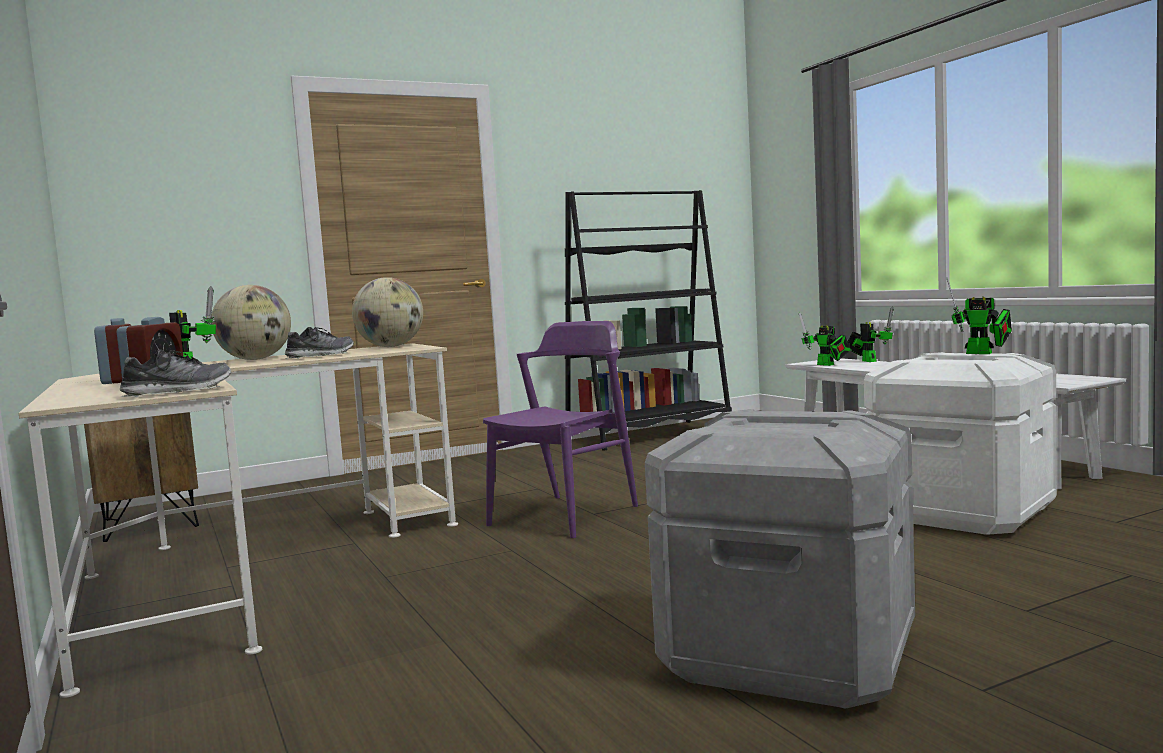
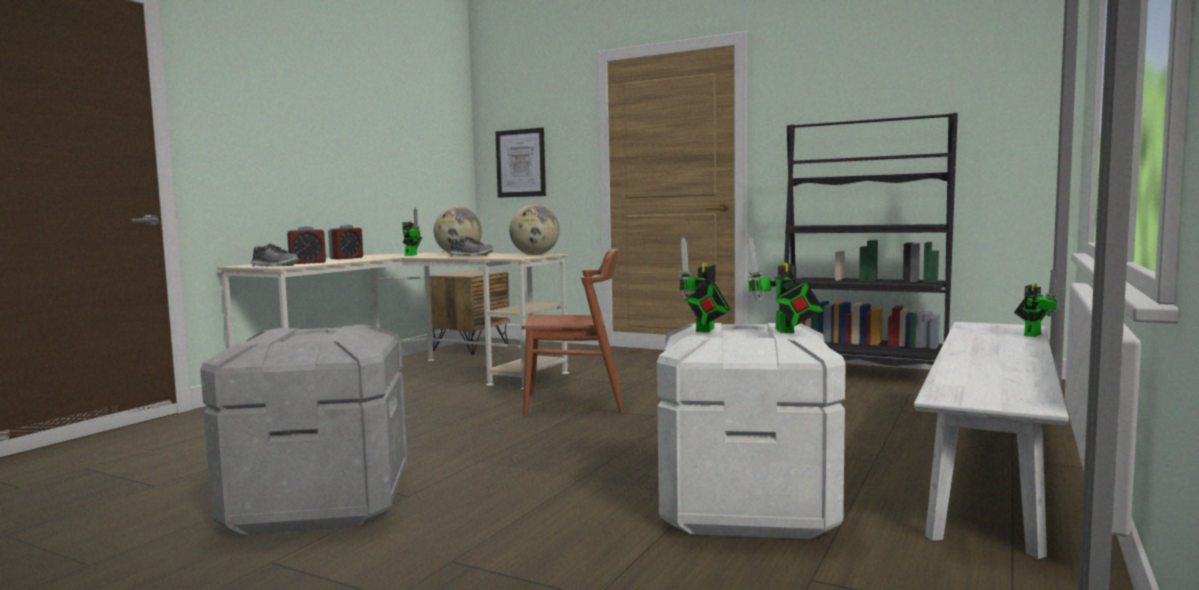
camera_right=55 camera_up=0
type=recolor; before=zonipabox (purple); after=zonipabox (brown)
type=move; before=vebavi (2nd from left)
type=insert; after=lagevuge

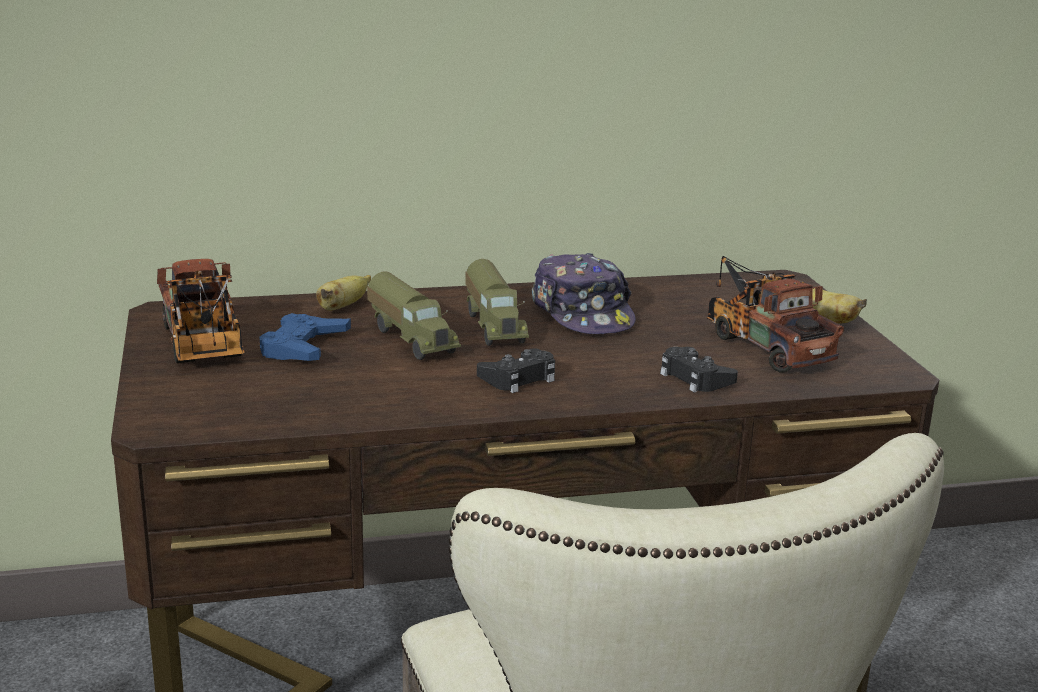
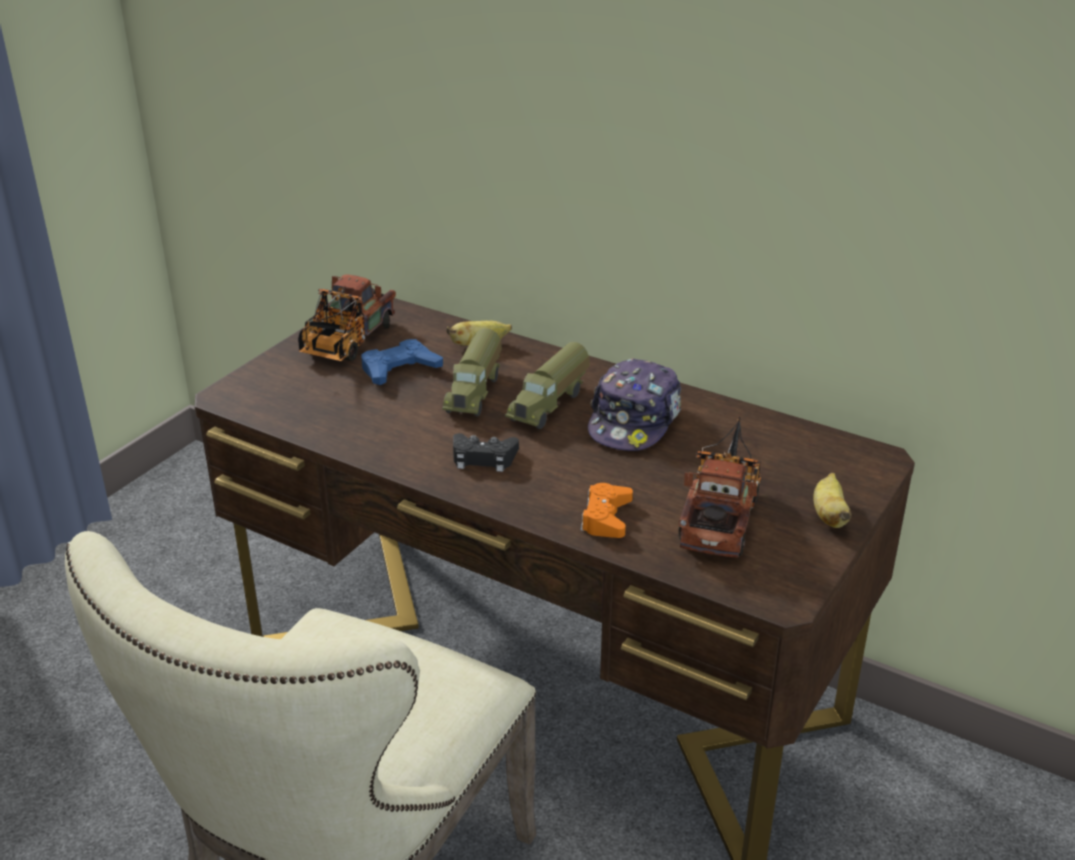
camera_right=45 camera_up=10
type=recolor; before=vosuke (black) (2nd from left); after=vosuke (orange)

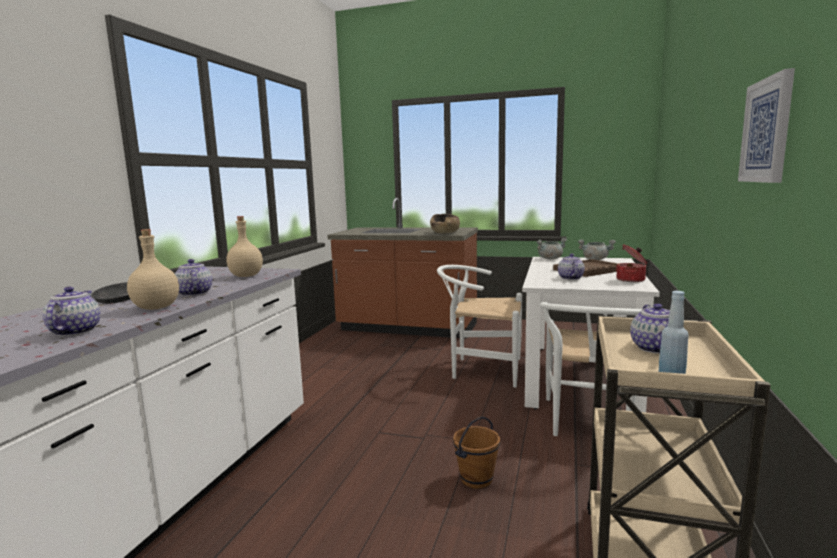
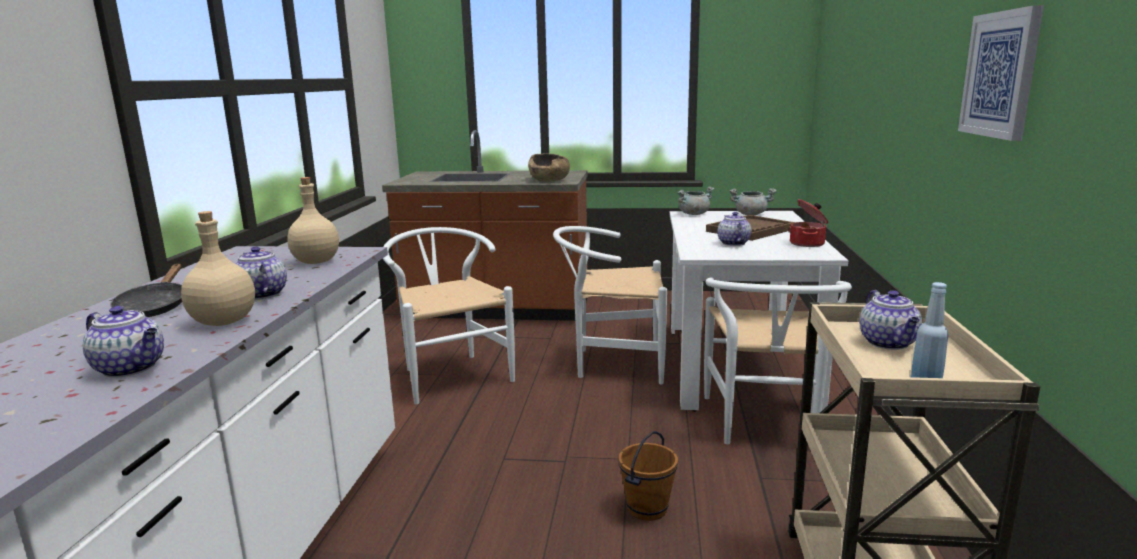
camera_right=-10 camera_up=5
type=rotate; before=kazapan (1st from left); turn=135
type=insert; after=zonipabox (white) (1st from left)

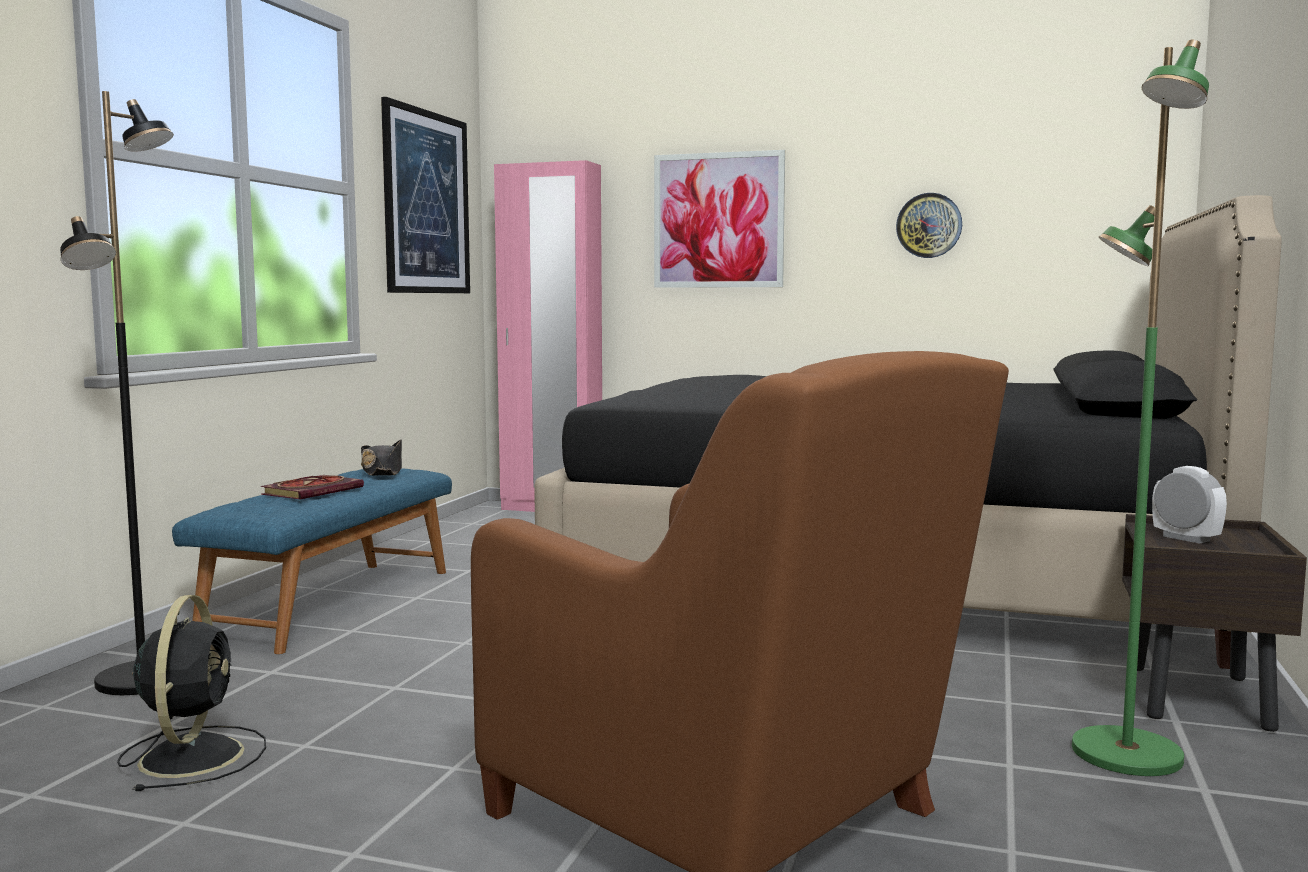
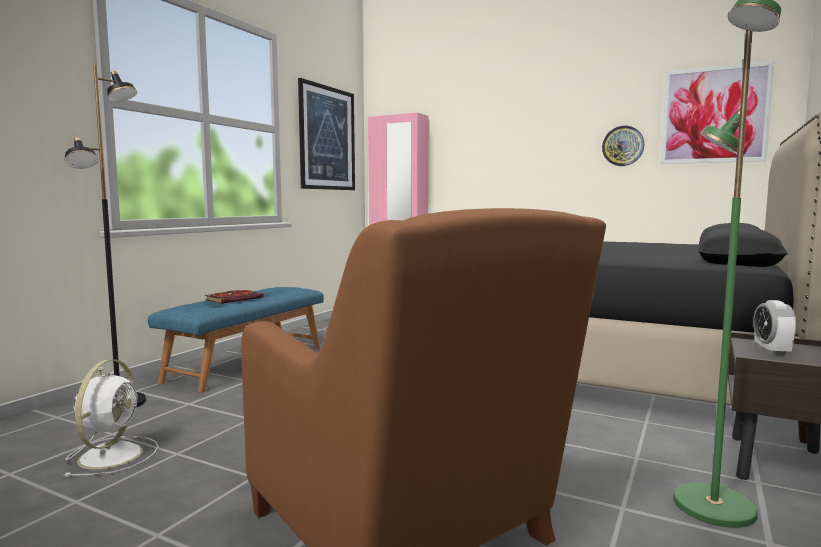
camera_right=10 camera_up=0
type=recolor; before=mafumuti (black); after=mafumuti (white)
type=delete; before=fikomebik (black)
type=move; before=lagevuge (2nd from left)
type=rotate; before=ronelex; turn=-150

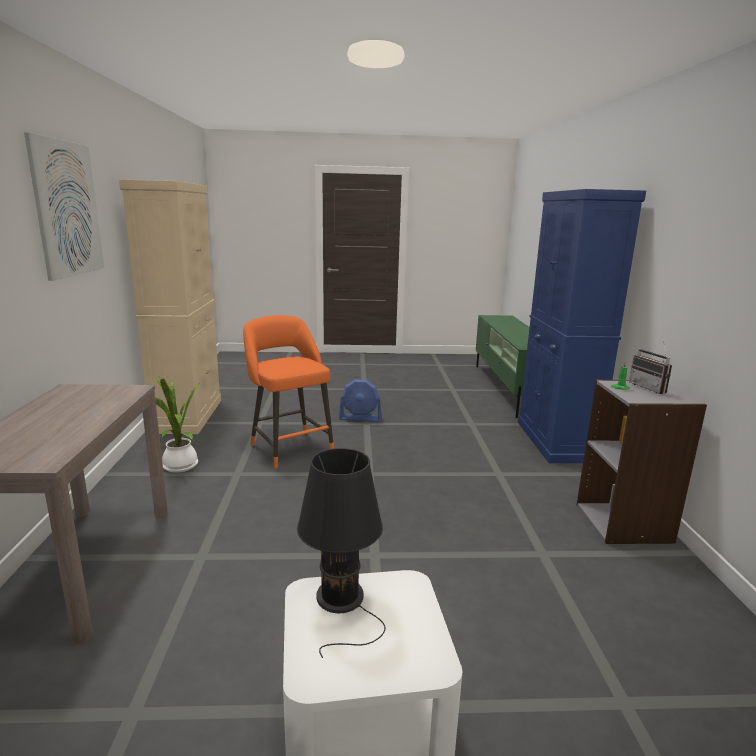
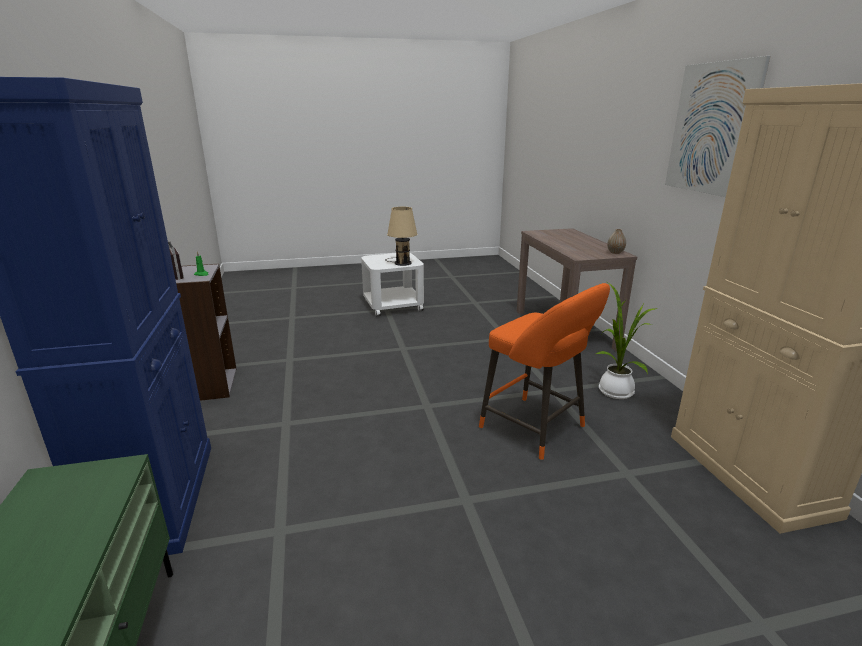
camera_right=170 camera_up=5
type=recolor; before=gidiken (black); after=gidiken (beige)
type=delete; before=mafumuti (blue)
type=insert; after=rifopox

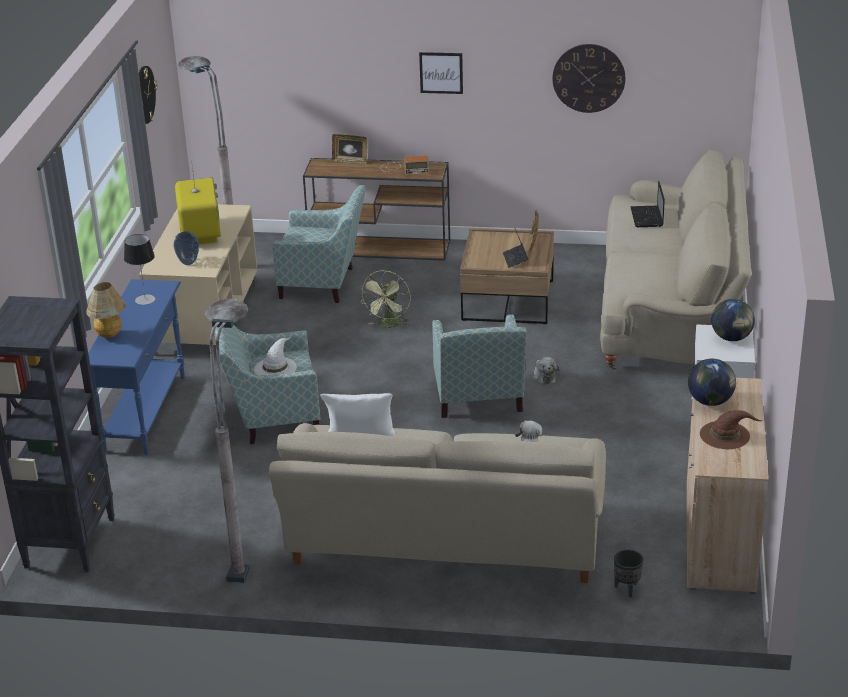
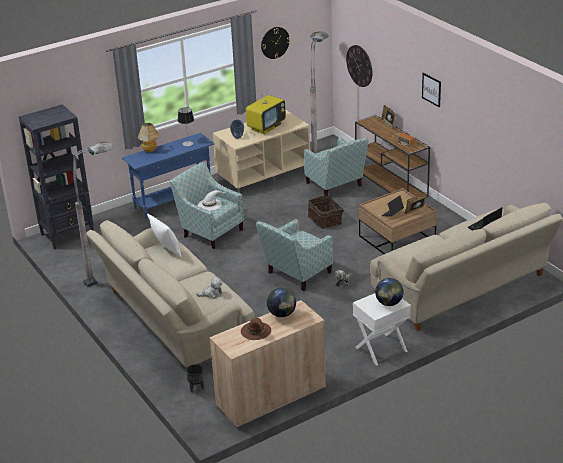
camera_right=50 camera_up=0
type=replace; before=mafumuti (green); after=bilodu
type=move; before=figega (2nd from left)

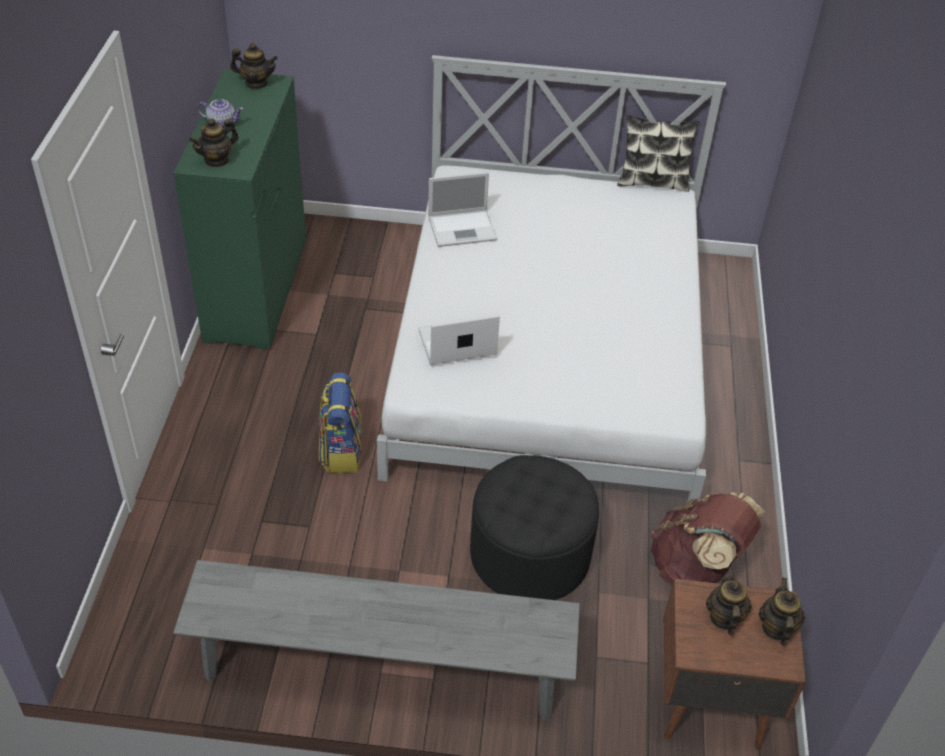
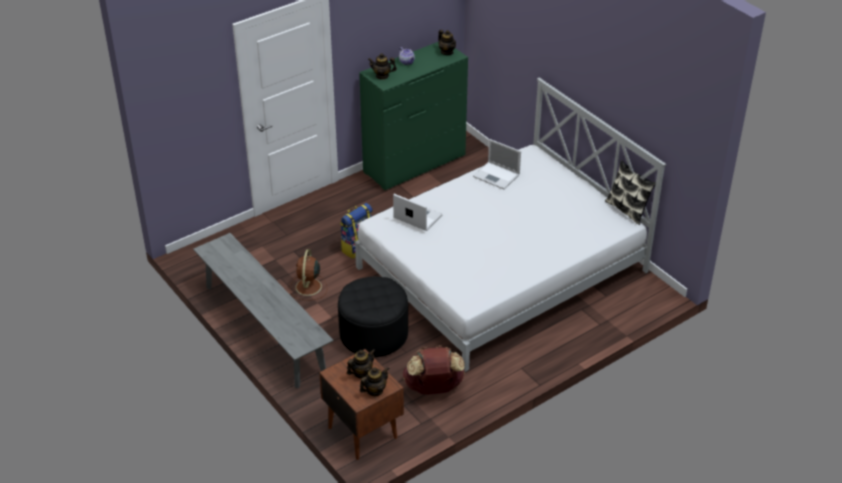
camera_right=50 camera_up=-5
type=insert; after=mafumuti (brown)

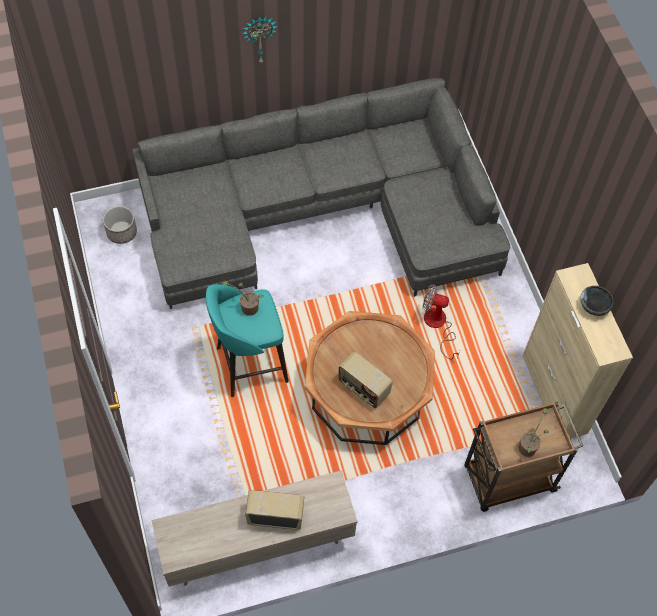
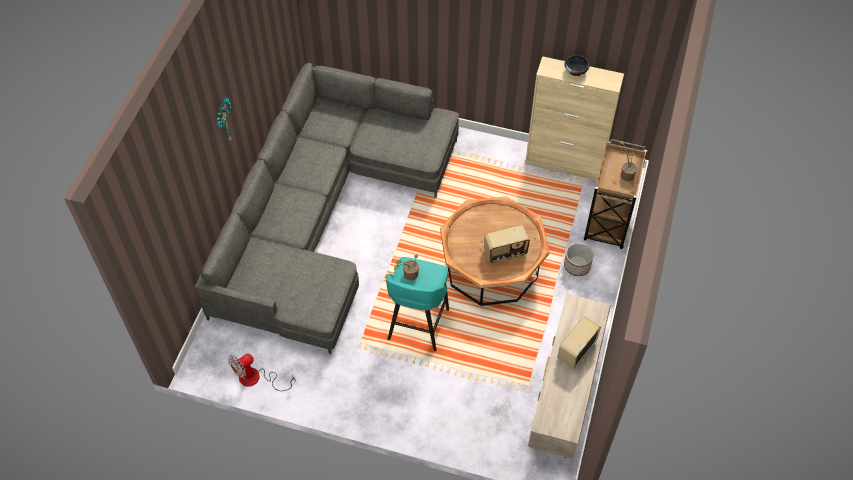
camera_right=-55 camera_up=-5
type=move; before=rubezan
type=move; before=mafumuti

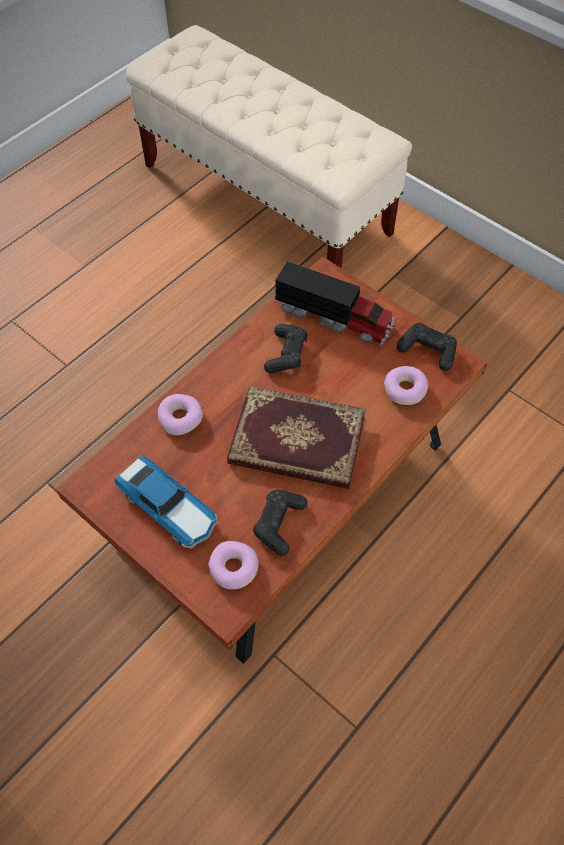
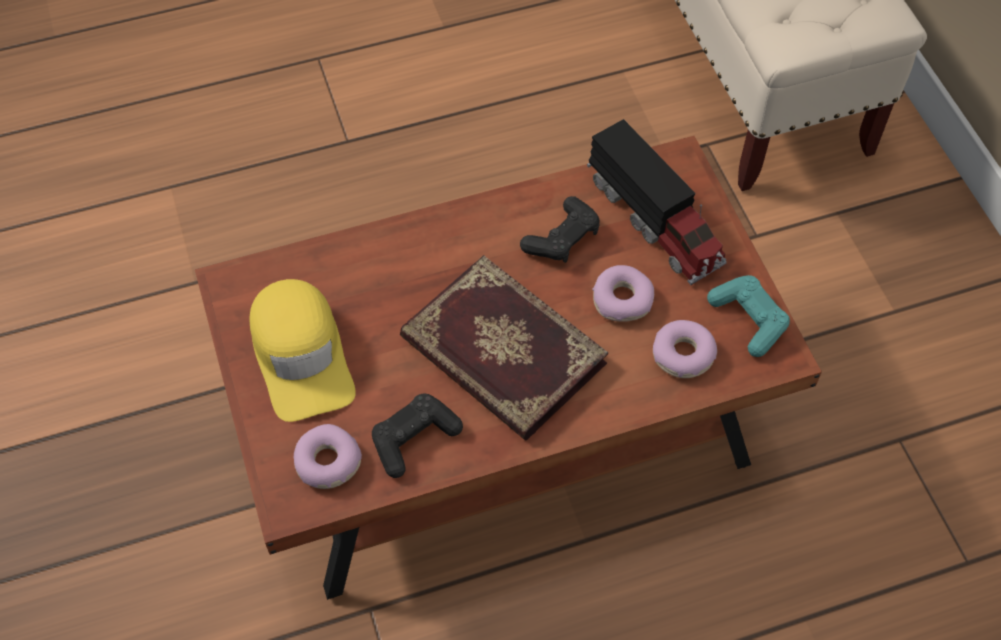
camera_right=30 camera_up=0
type=replace; before=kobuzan; after=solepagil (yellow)
type=move; before=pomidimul (1st from left in the first image); after=pomidimul (2nd from left)
type=recolor; before=vosuke (black) (3rd from left); after=vosuke (turquoise)

